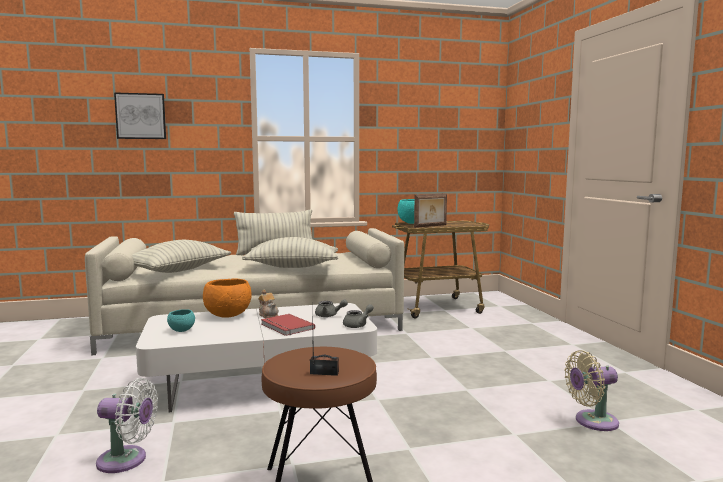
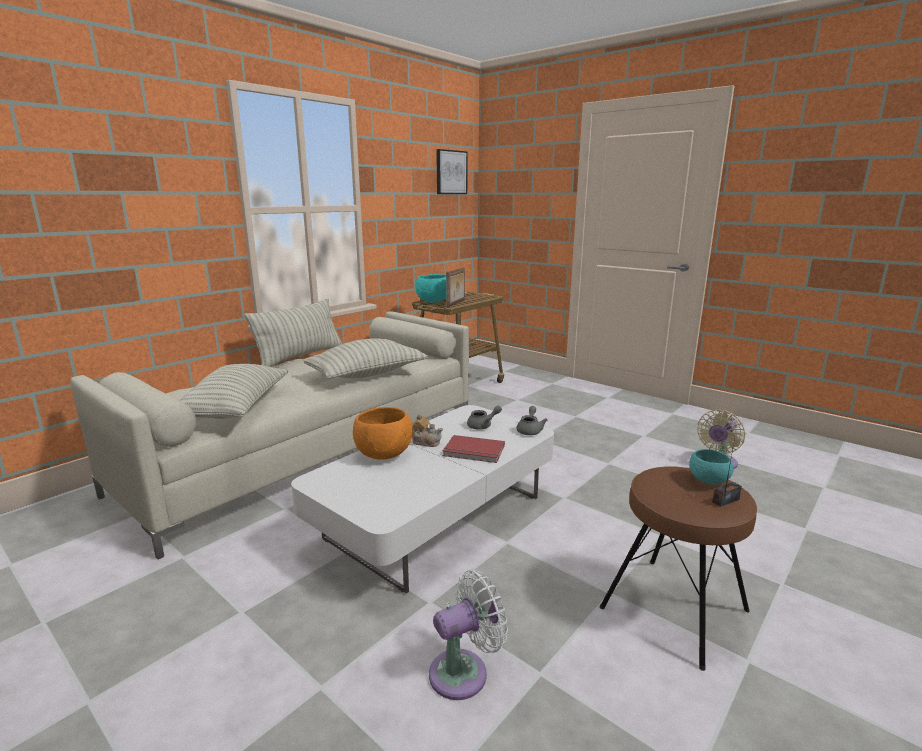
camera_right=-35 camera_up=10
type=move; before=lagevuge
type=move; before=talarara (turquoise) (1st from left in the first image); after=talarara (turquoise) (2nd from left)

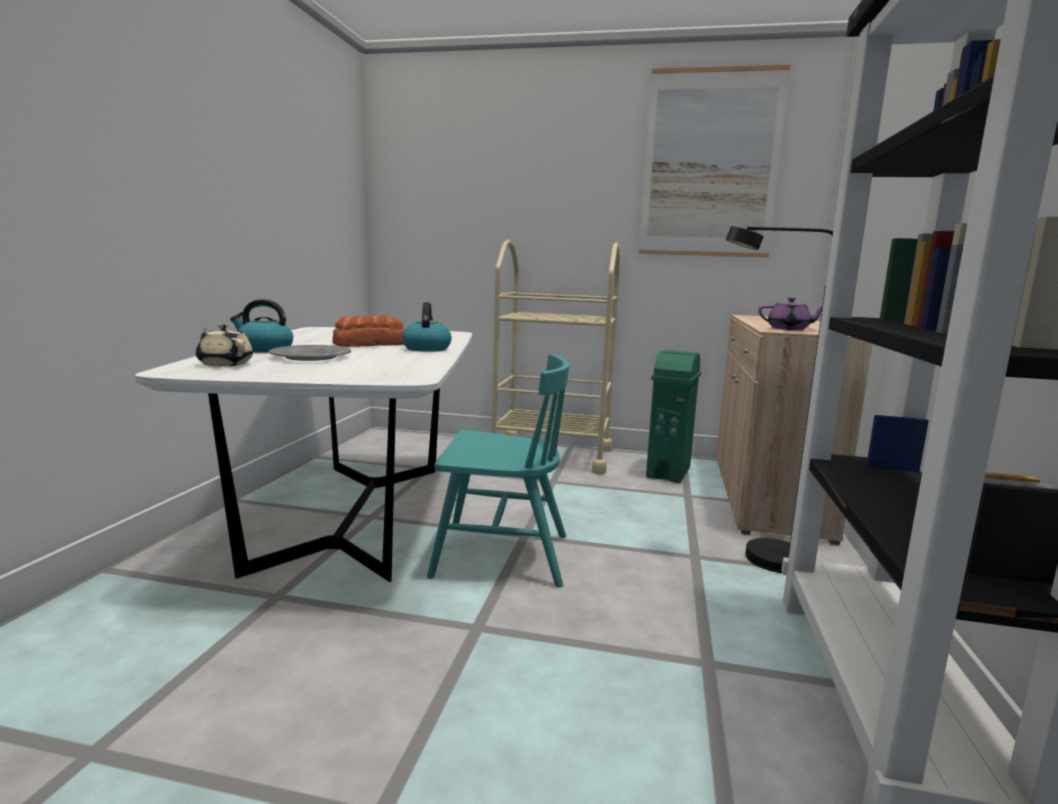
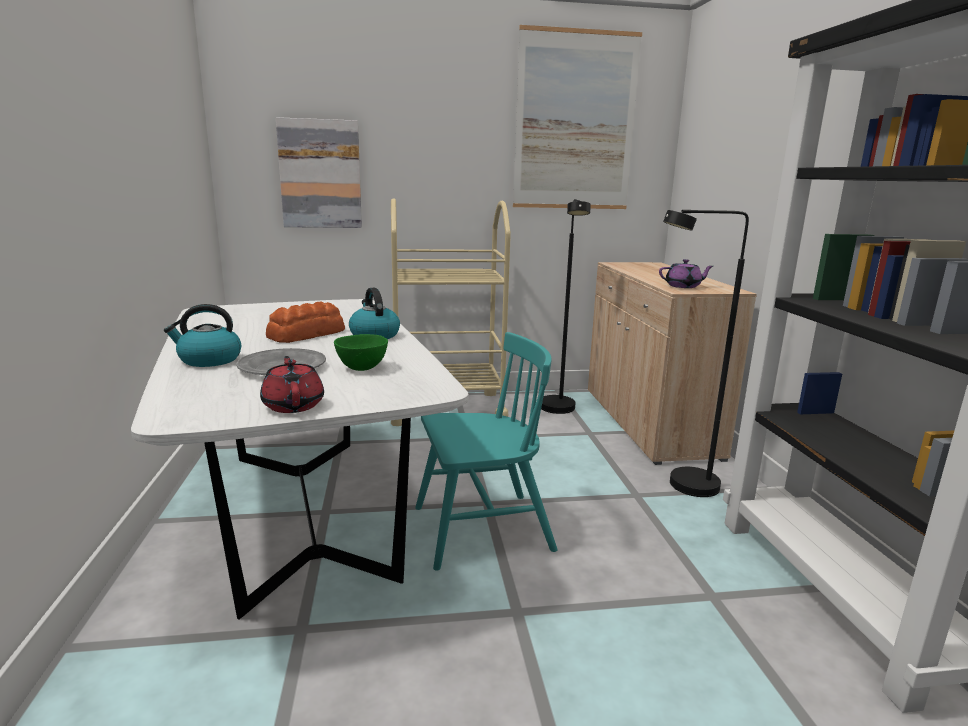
camera_right=-20 camera_up=5
type=delete; before=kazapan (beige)
type=replace; before=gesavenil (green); after=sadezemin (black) (1st from left)
type=insert; after=kazapan (red)
type=insert; after=lagevuge (1st from left)
type=insert; after=talarara (green)

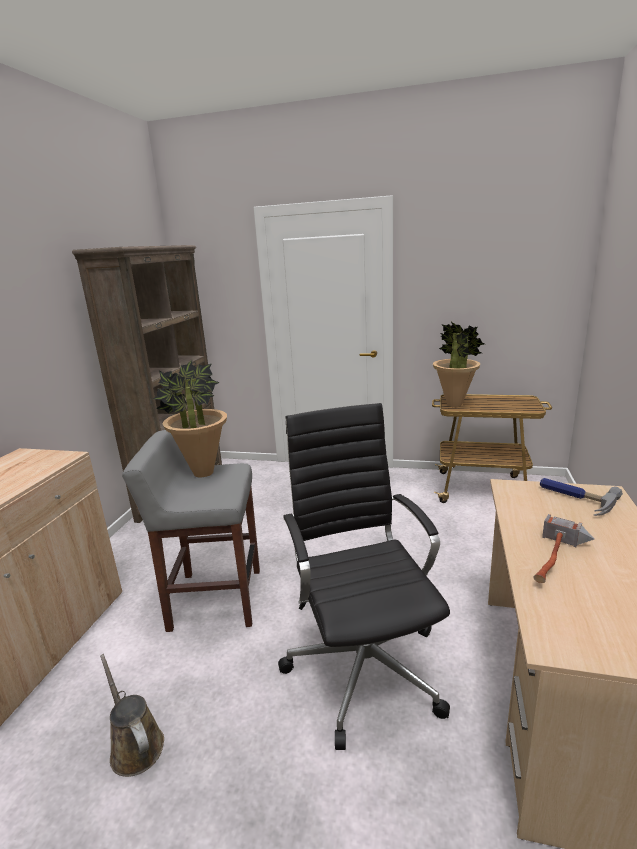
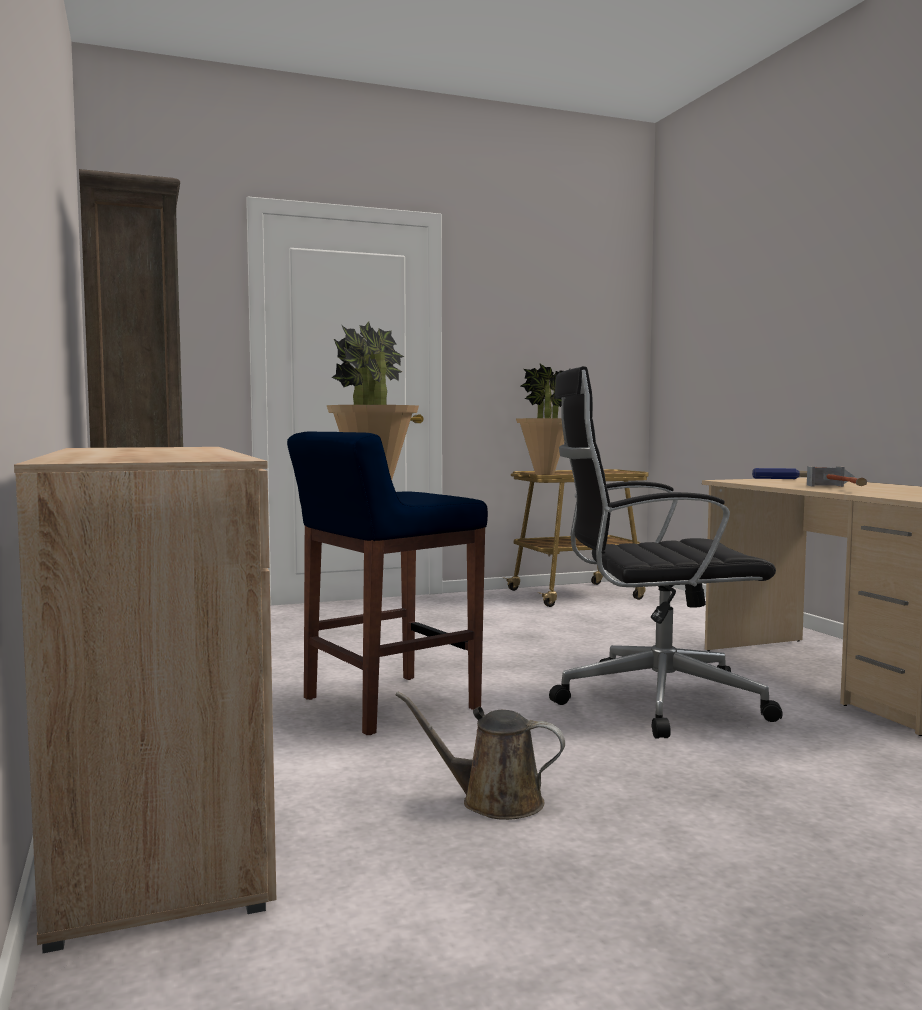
camera_right=-35 camera_up=-15
type=recolor; before=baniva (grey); after=baniva (blue)
type=rotate; before=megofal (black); turn=-45

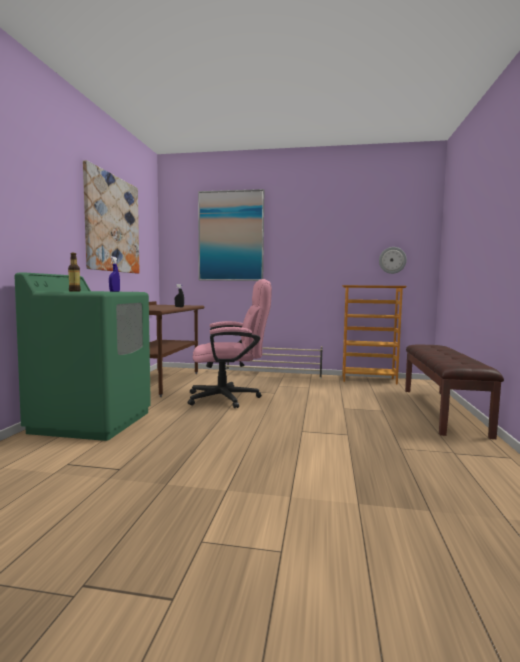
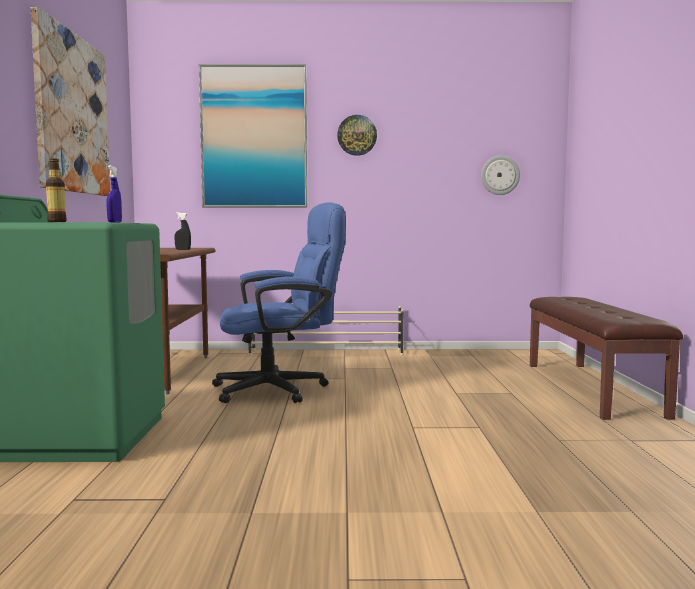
camera_right=-10 camera_up=0
type=recolor; before=megofal (pink); after=megofal (blue)
type=delete; before=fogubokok
type=insert; after=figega (1st from left)

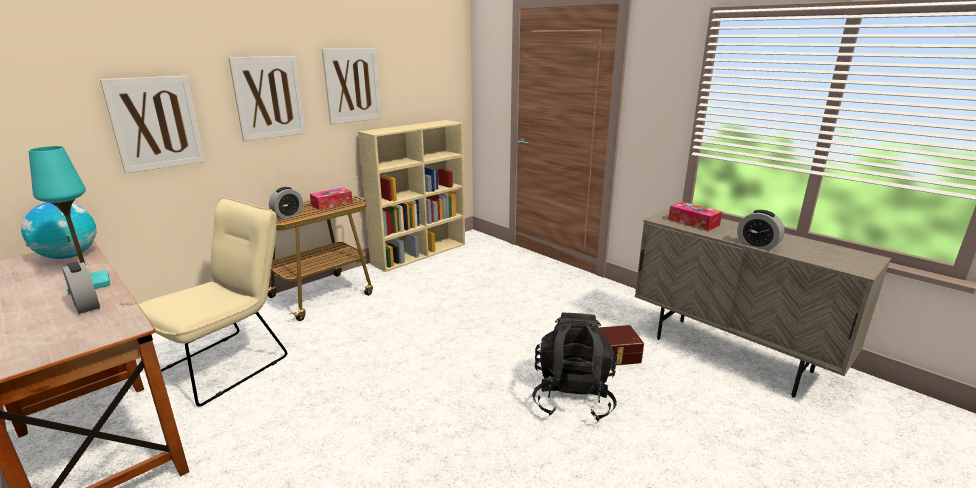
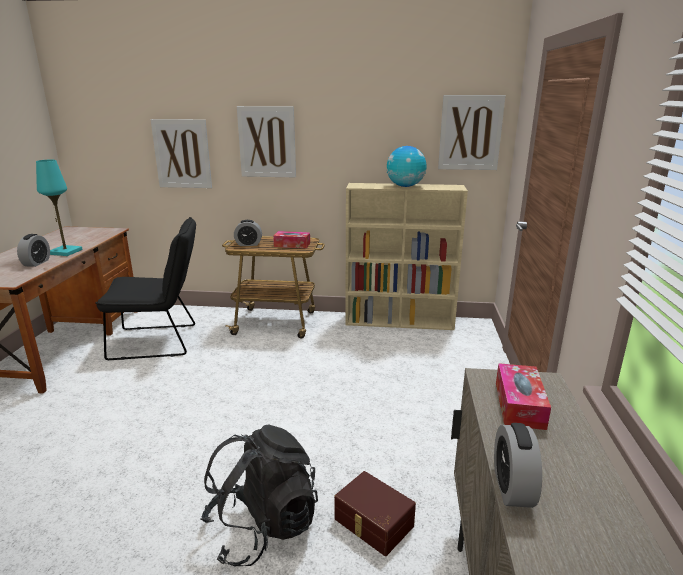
camera_right=50 camera_up=0
type=move; before=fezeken
type=recolor; before=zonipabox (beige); after=zonipabox (black)
type=move; before=lagevuge (3rd from left)

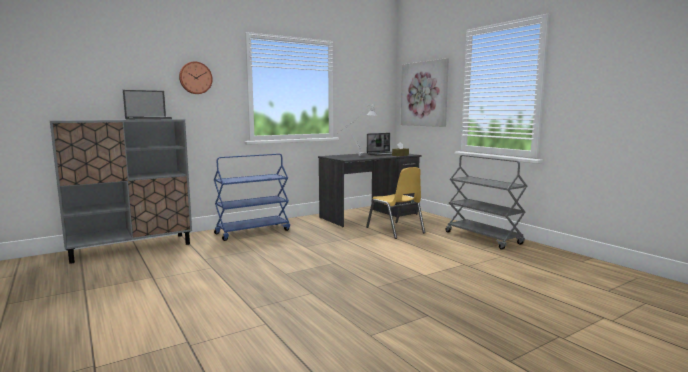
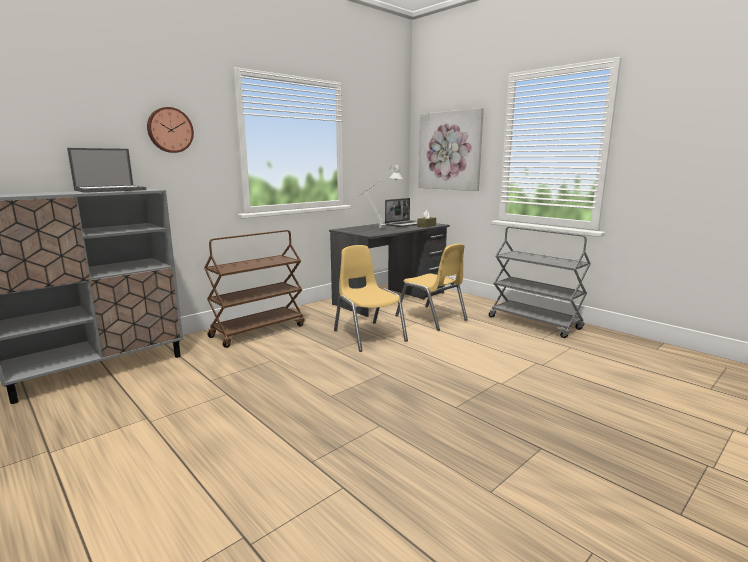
camera_right=-10 camera_up=5
type=recolor; before=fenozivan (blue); after=fenozivan (brown)
type=insert; after=zonipabox (yellow) (1st from left)

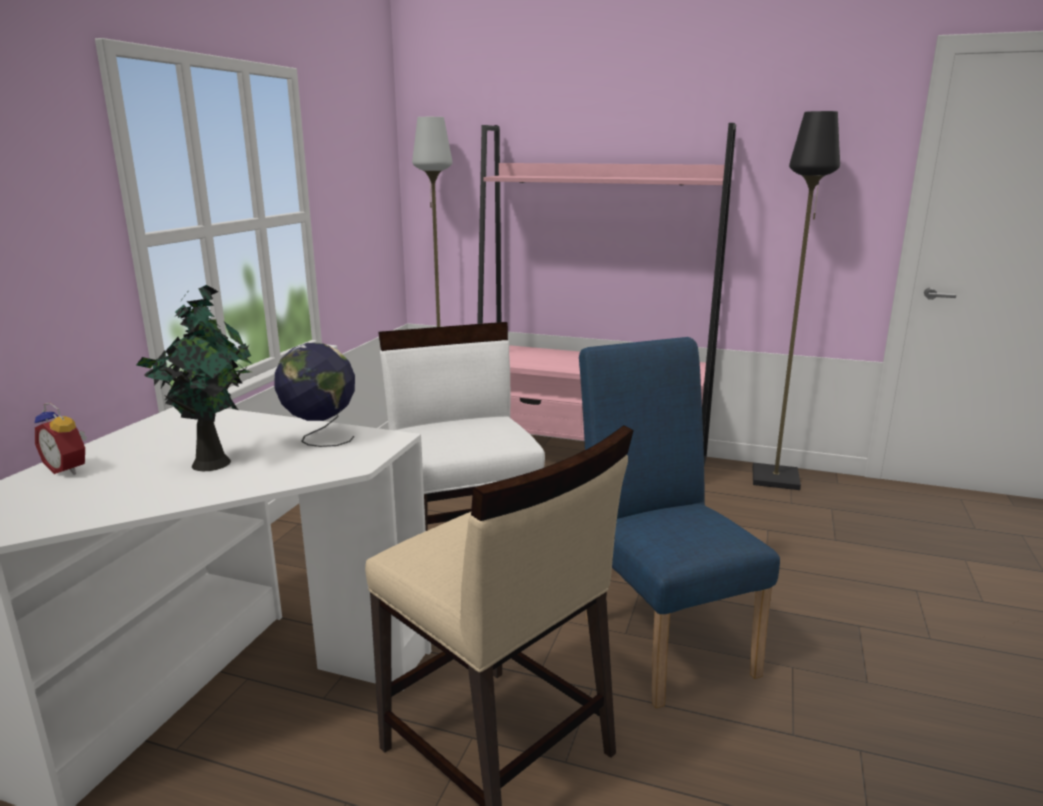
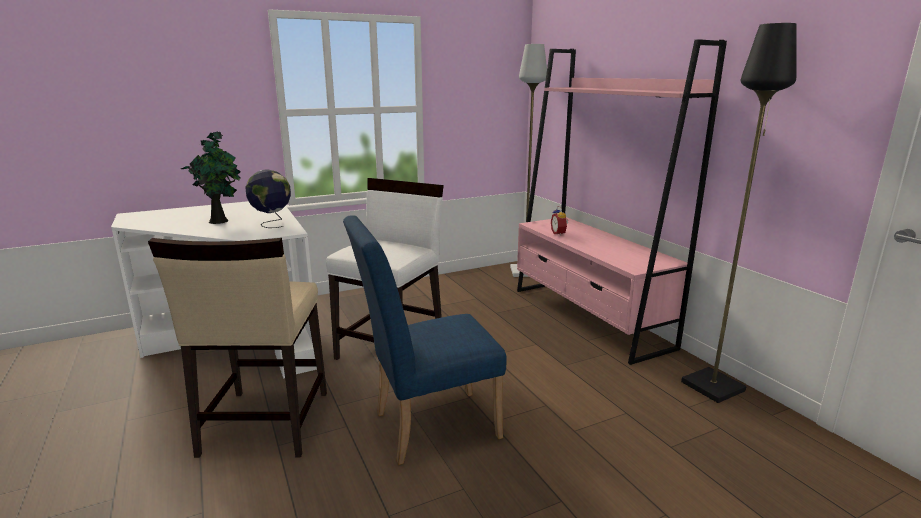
camera_right=45 camera_up=0
type=move; before=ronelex
type=rotate; before=zonipabox (blue); turn=-135

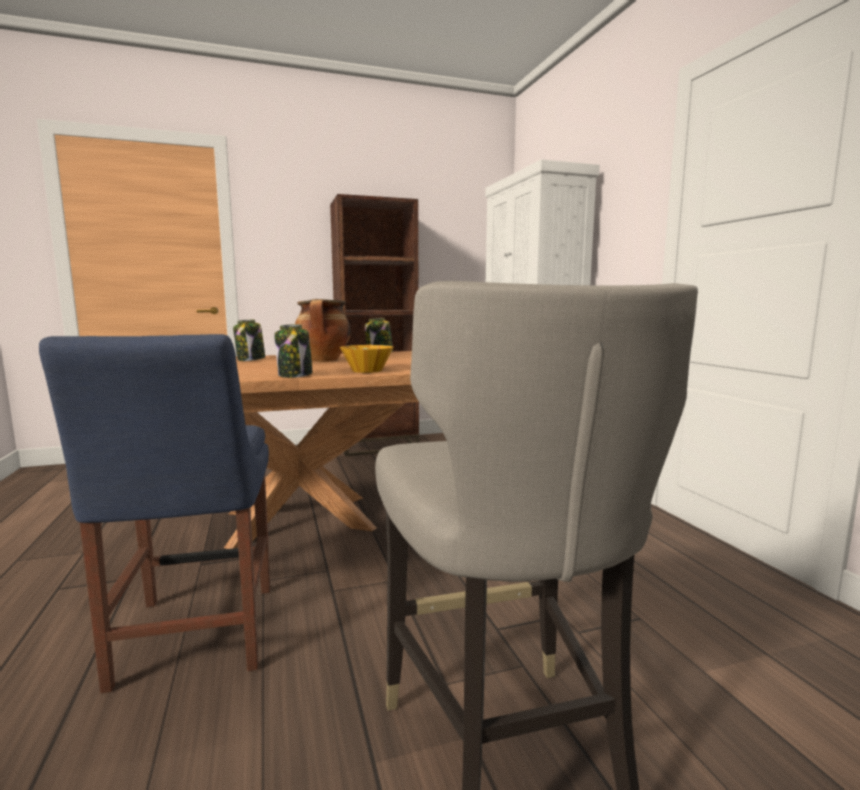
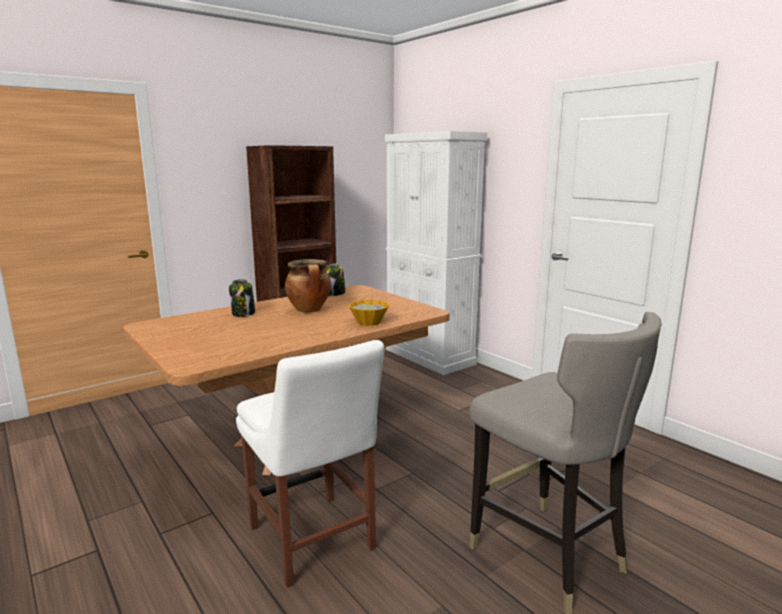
camera_right=-20 camera_up=5
type=recolor; before=zonipabox (blue); after=zonipabox (white)
type=delete; before=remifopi (2nd from left)

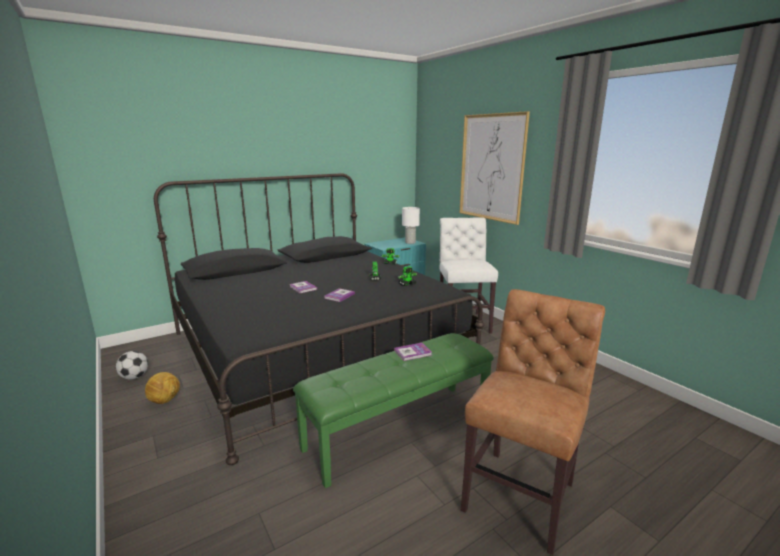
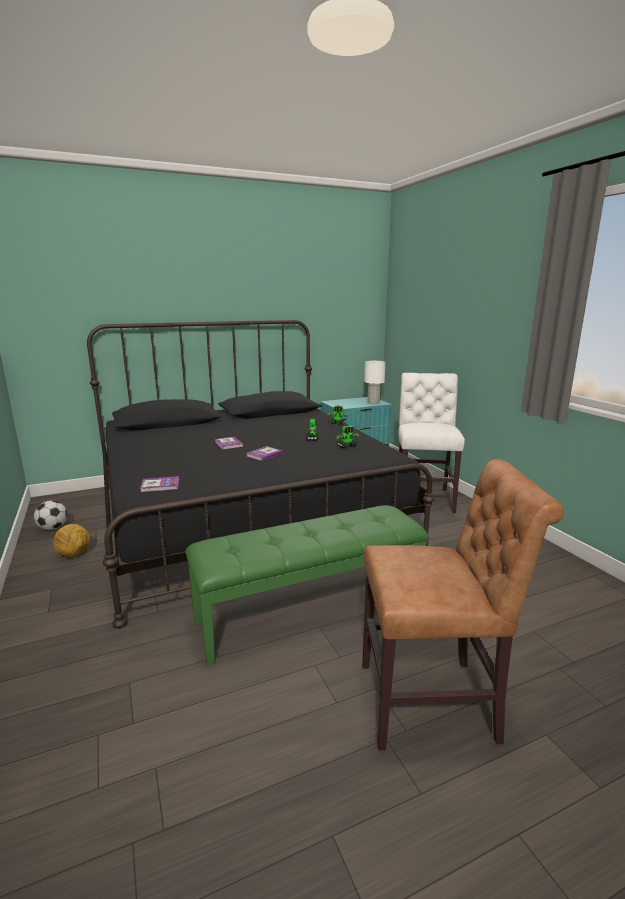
camera_right=10 camera_up=0
type=move; before=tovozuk (3rd from left in the first image); after=tovozuk (1st from left)
type=delete; before=lagevuge
type=rotate; before=zonipabox (brown); turn=45

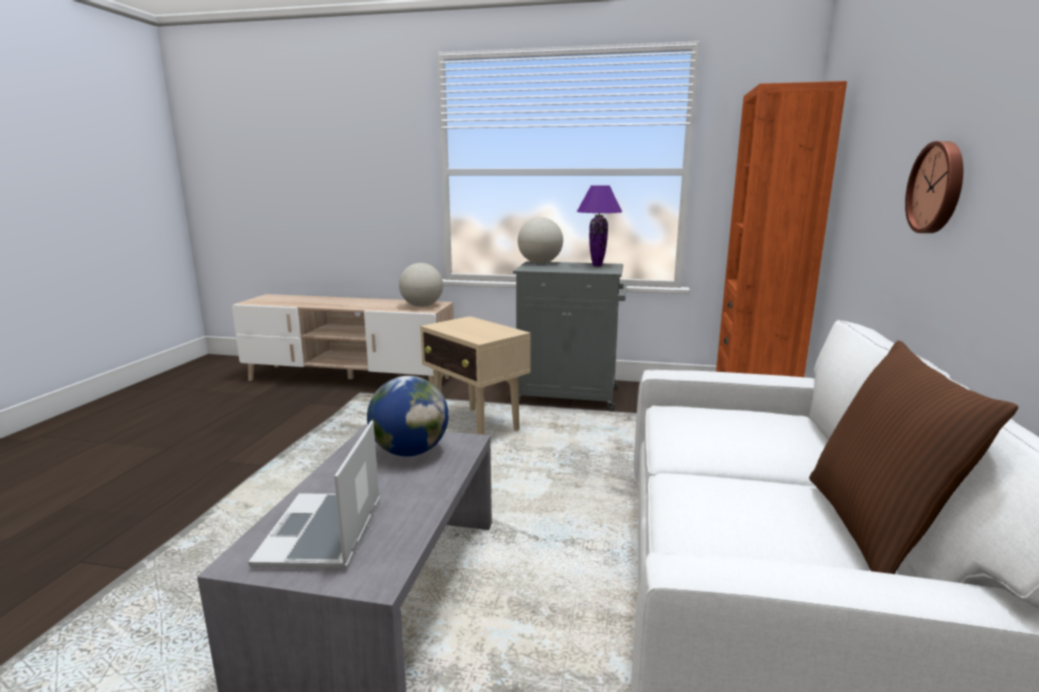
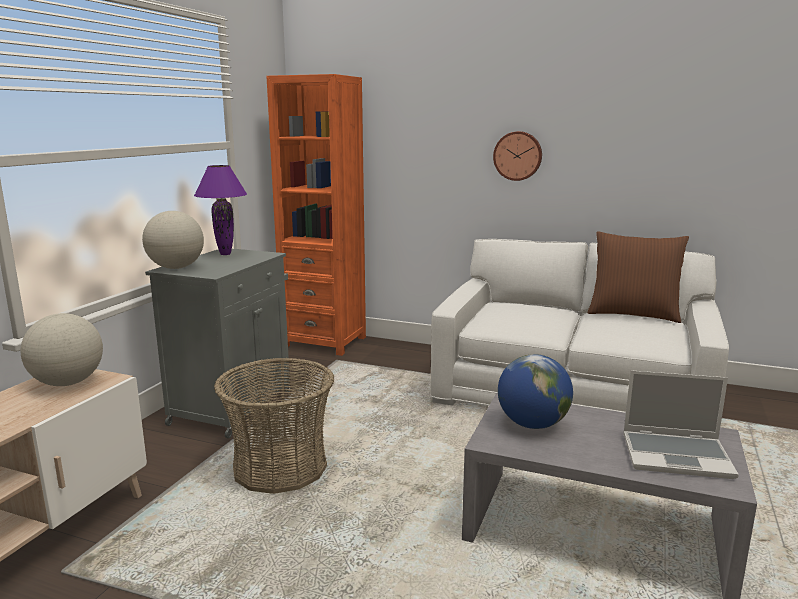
camera_right=-80 camera_up=0
type=replace; before=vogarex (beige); after=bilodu

